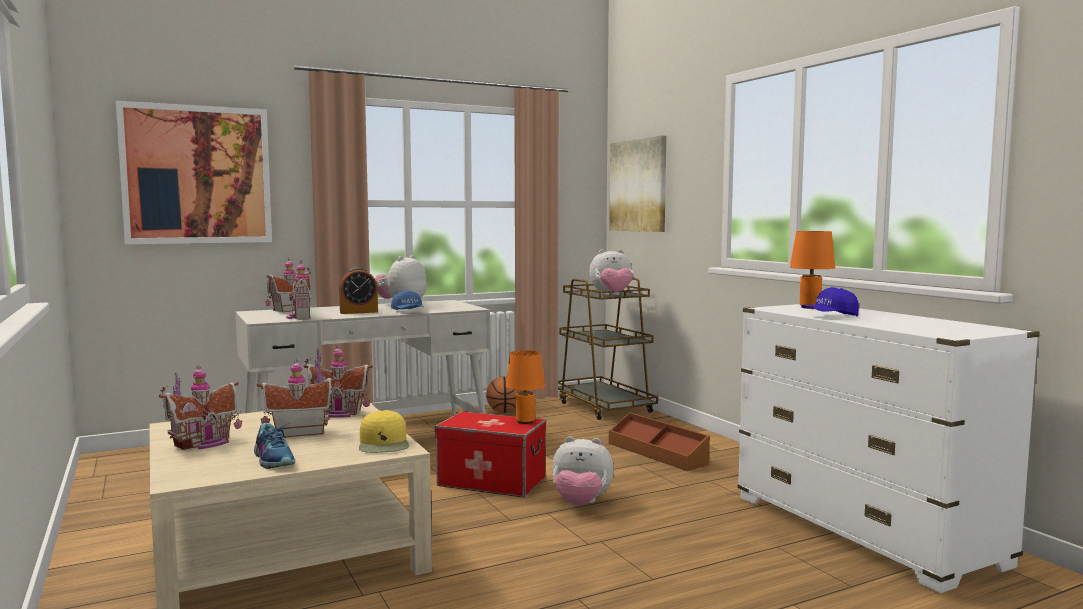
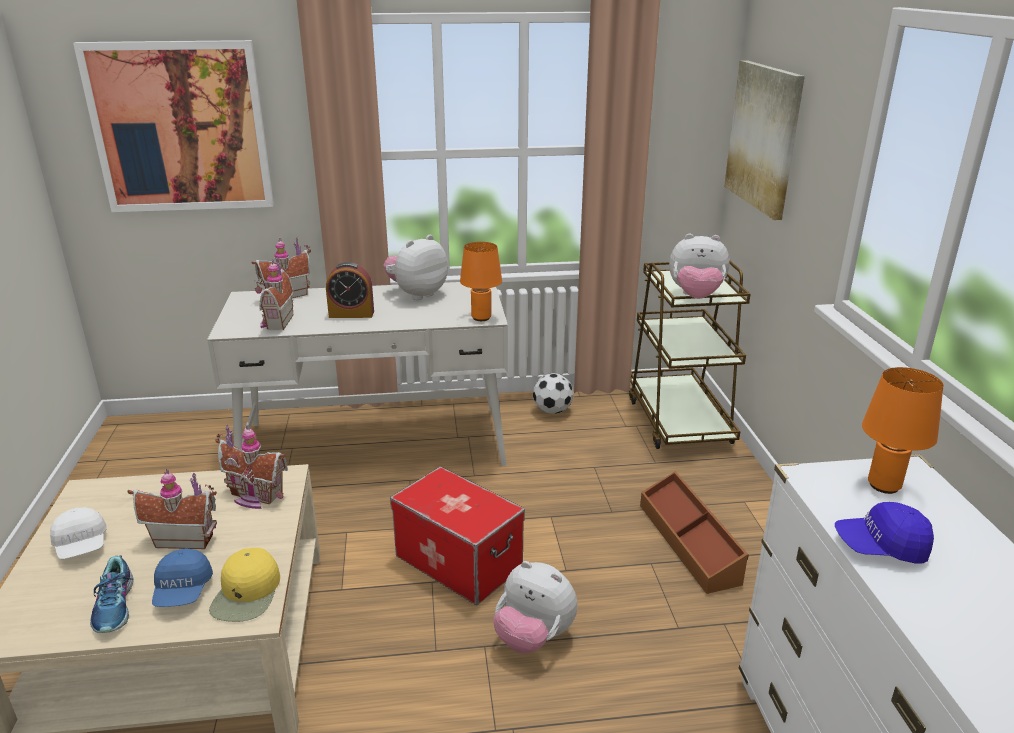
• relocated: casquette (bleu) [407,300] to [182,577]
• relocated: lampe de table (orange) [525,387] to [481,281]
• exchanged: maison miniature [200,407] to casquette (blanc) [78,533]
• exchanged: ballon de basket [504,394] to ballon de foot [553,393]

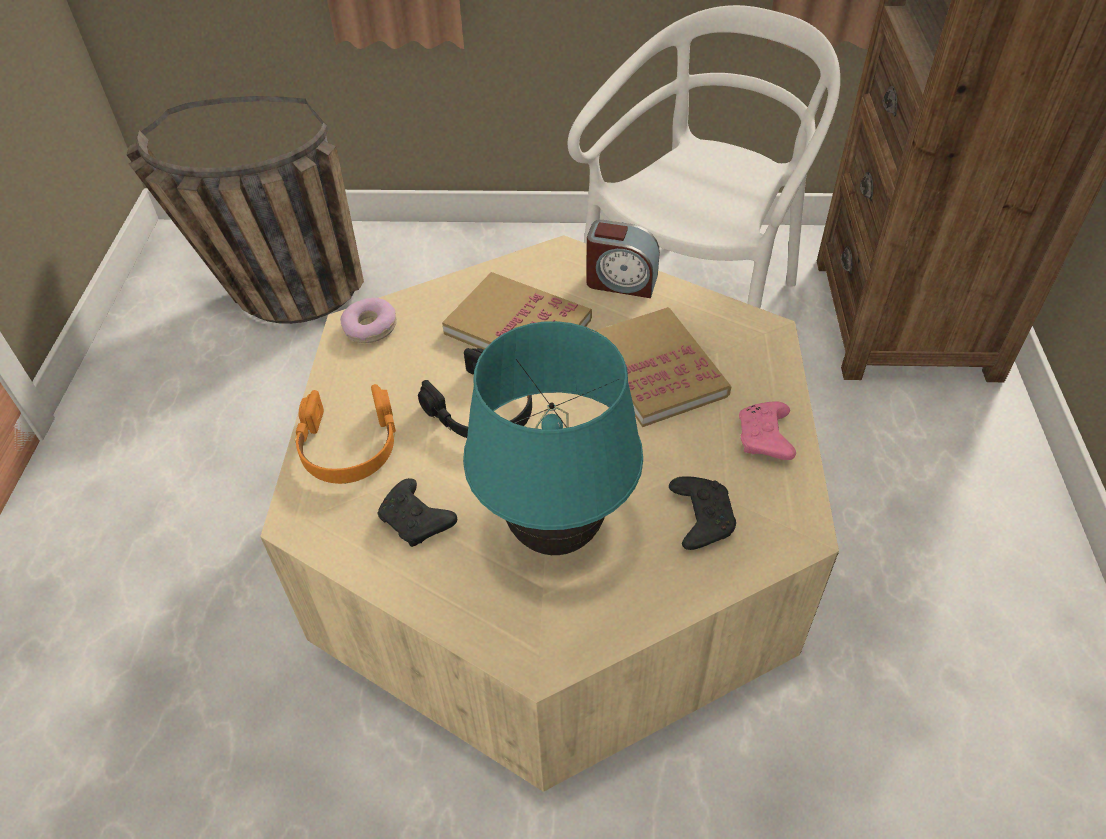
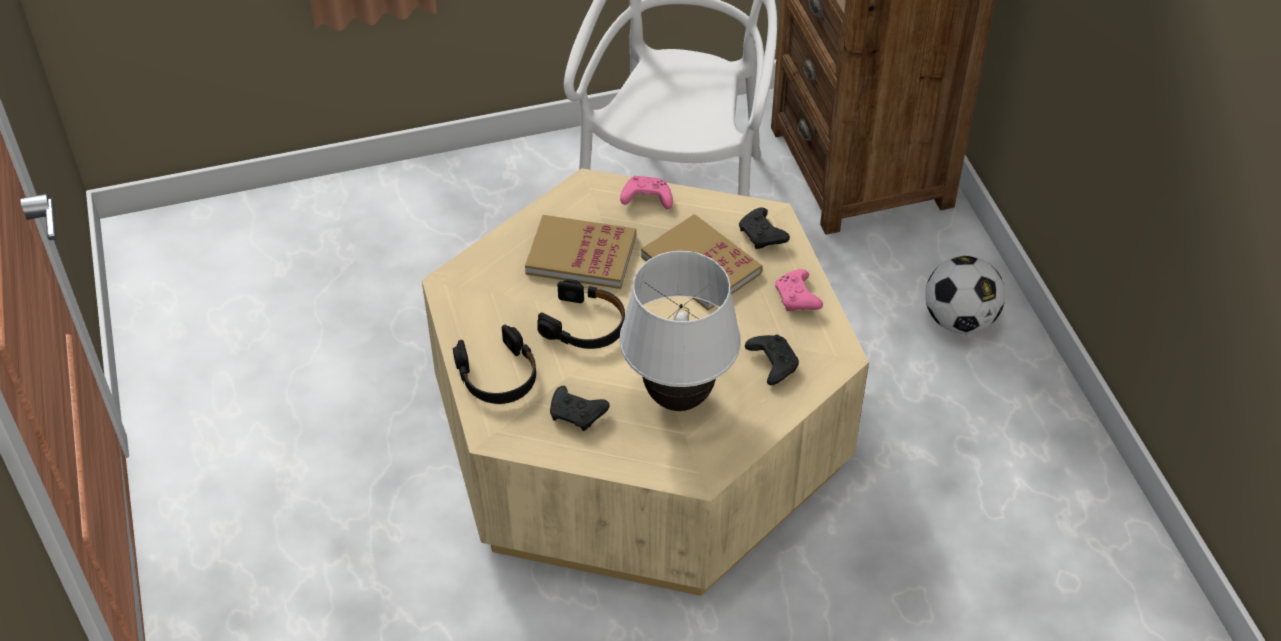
• missing: panier [245,210]
• exchanged: réveil [623,259] to manette (rose) [646,192]
• missing: beignet [368,320]
• colour: lampe de table (turquoise) [553,438] to lampe de table (blanc) [680,331]
• colour: casque audio (orange) [345,434] to casque audio (noir) [494,364]
• appeared: manette (noir) [764,228]
• appeared: ballon de foot [965,295]

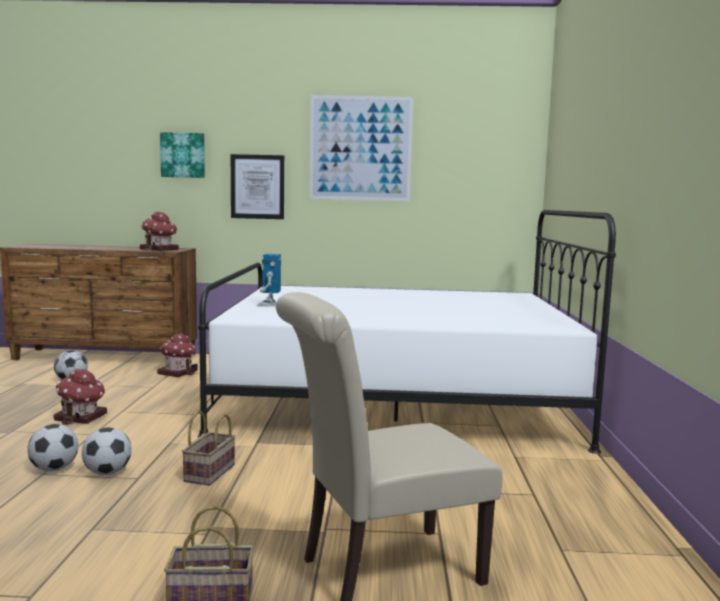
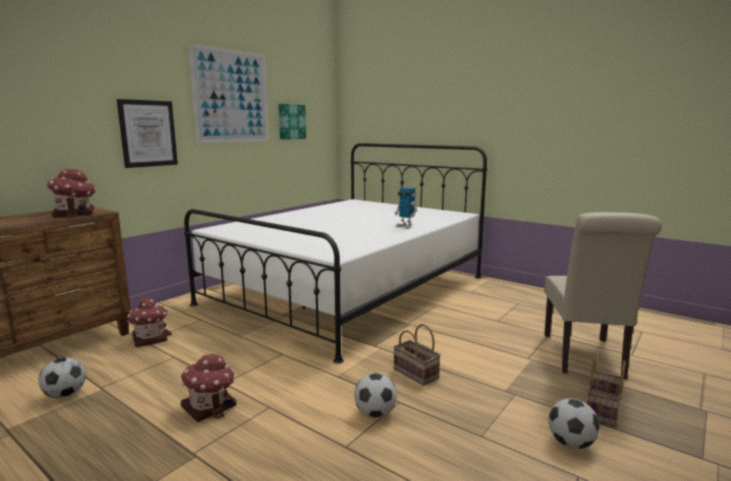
• relocated: tableau [182,155] to [292,121]
• relocated: robot jouet [269,280] to [406,208]
• relocated: ballon de foot [52,447] to [574,423]

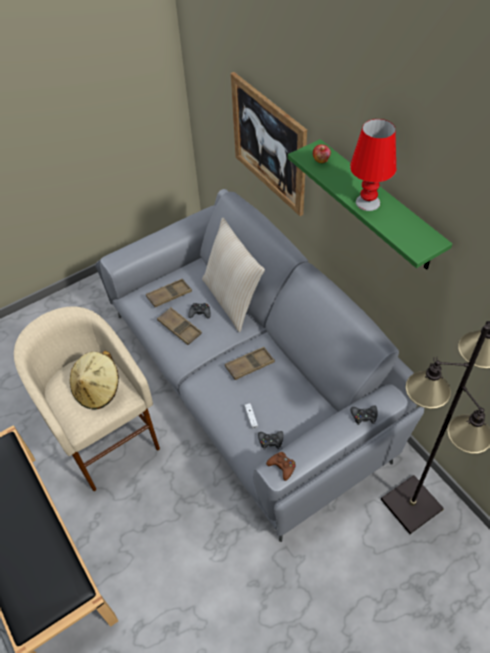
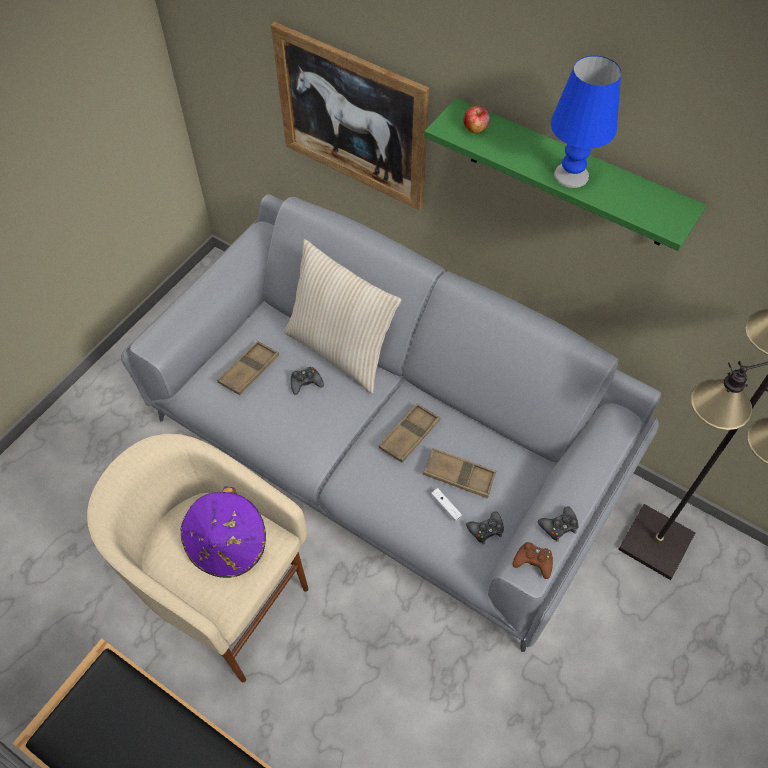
• colour: lampe de table (rouge) [373,165] to lampe de table (bleu) [586,122]
• relocated: plateau (marron) [179,326] to [459,473]
• colour: chapeau (beige) [94,380] to chapeau (violet) [223,532]
• relocated: manette (noir) [364,415] to [558,524]

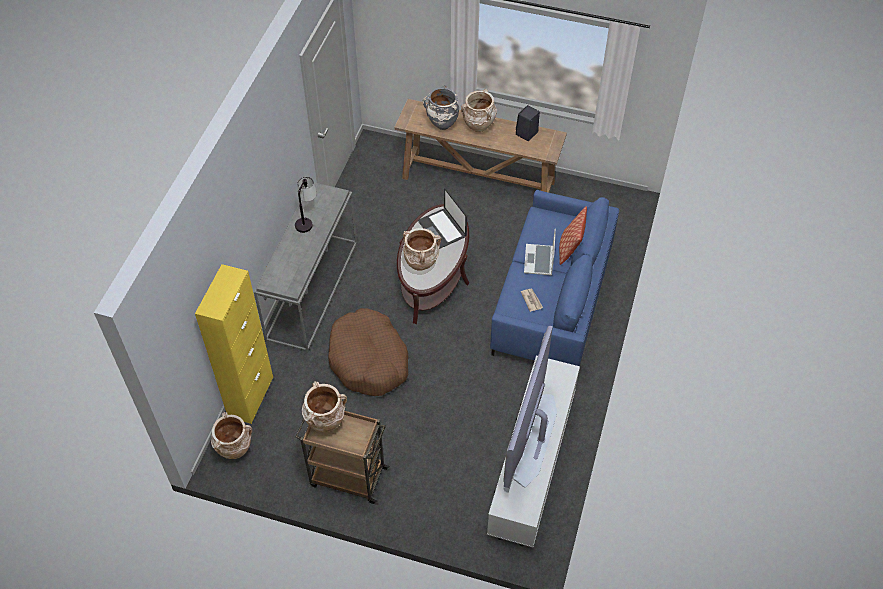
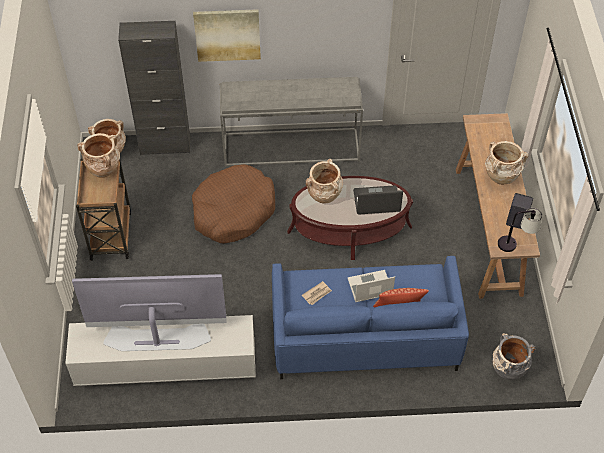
• relocated: vase (gris) [441,107] to [514,356]
• relocated: lampe de table [306,205] to [520,230]
• spun: ordinateur portable [442,218] = [378,200] 45 degrees clockwise
• colour: meuble de rangement (jaune) [234,344] to meuble de rangement (noir) [154,88]
• appeared: tableau [227,35]

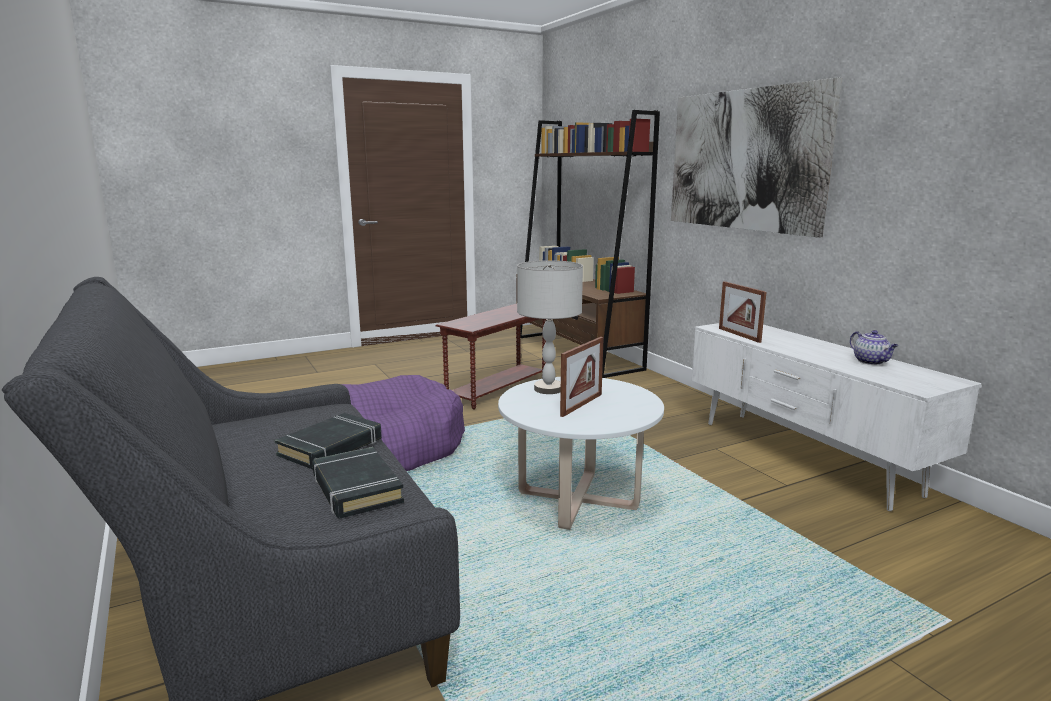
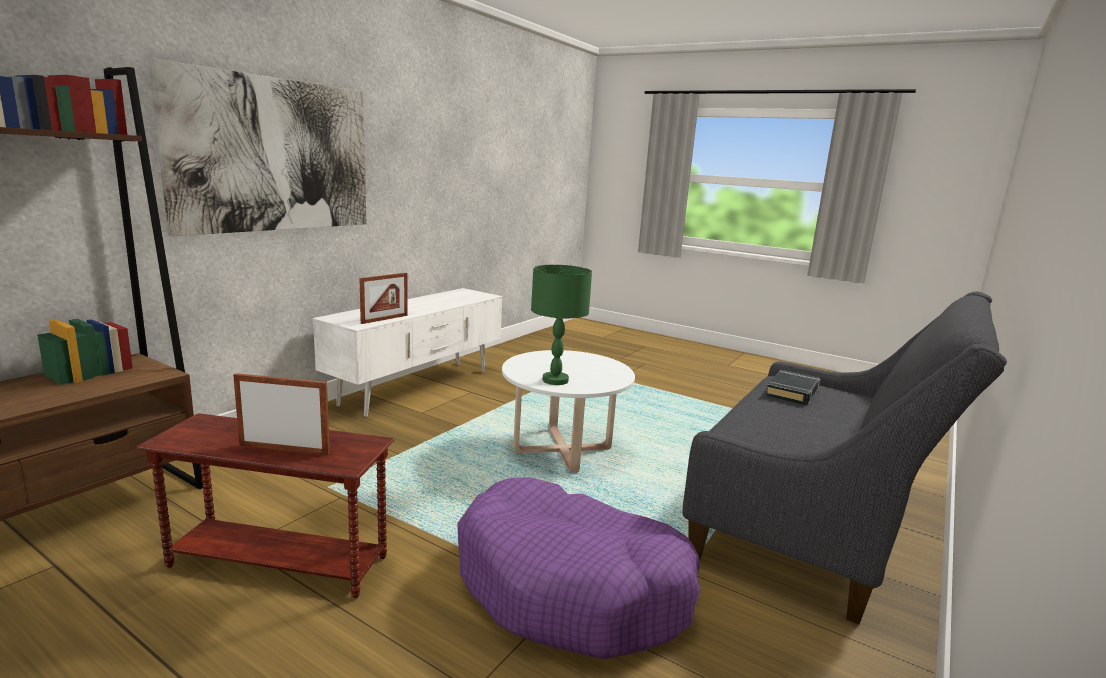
• colour: lampe de table (gris) [550,327] to lampe de table (vert) [561,325]
• missing: théière [874,347]
• relocated: cadre photo [582,377] to [281,414]
• missing: livre (noir) [328,441]

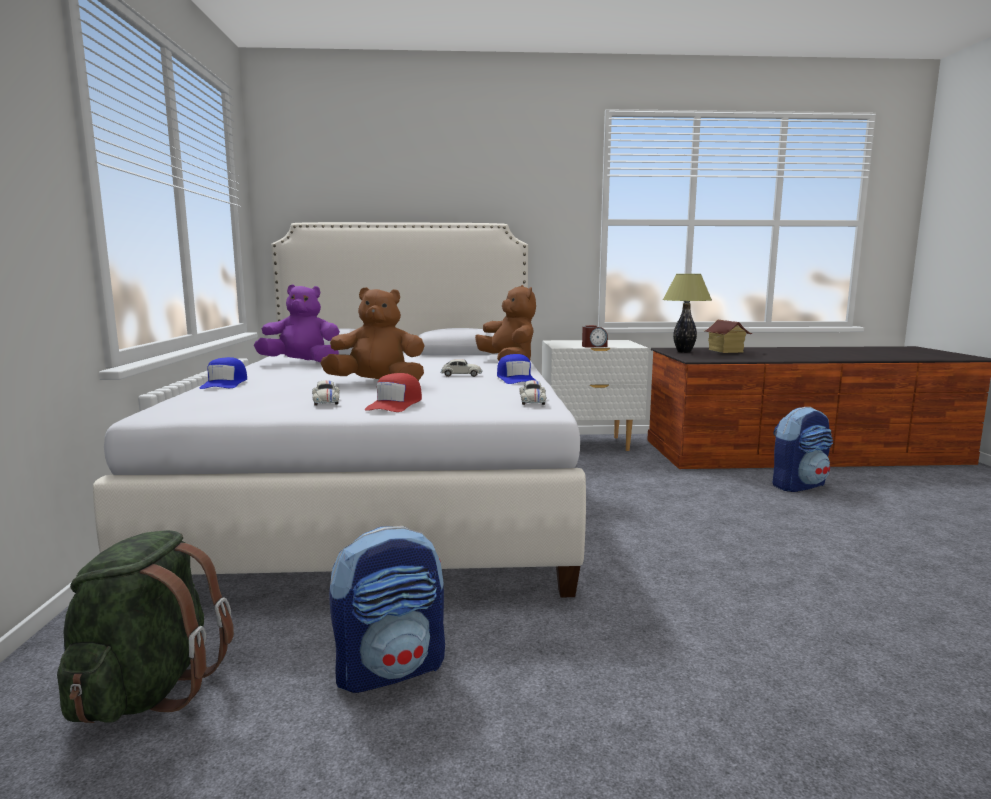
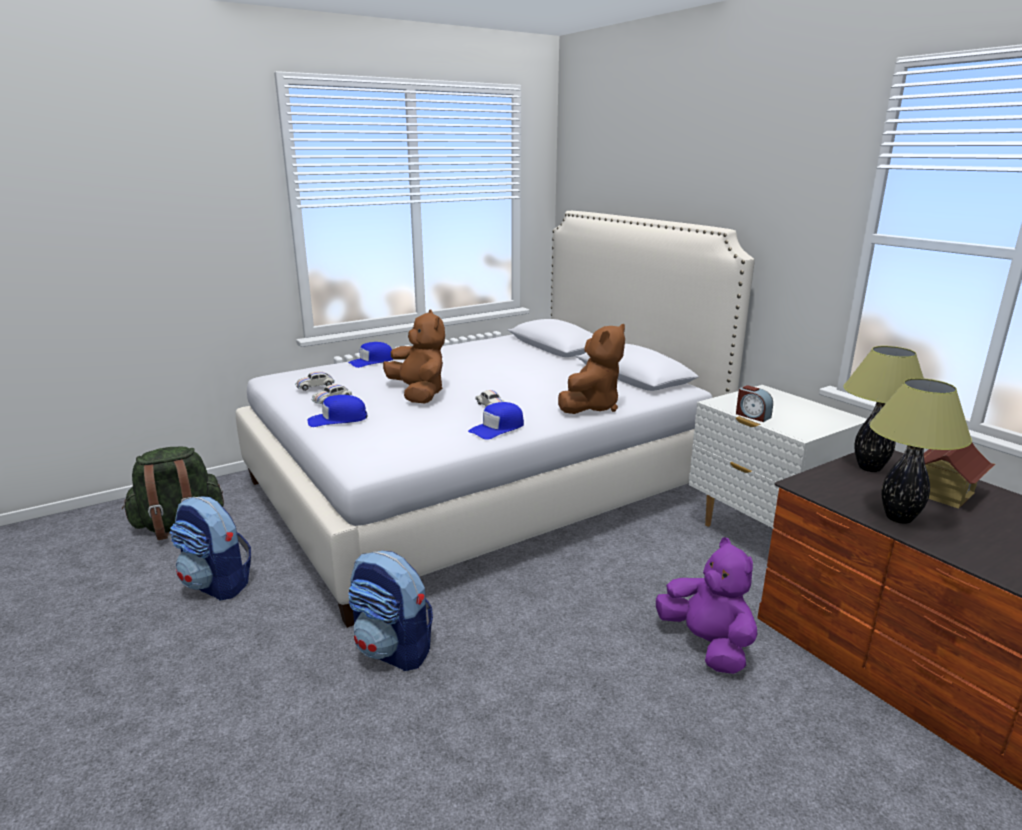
• relocated: peluche (violet) [297,323] to [706,605]
• colour: casquette (rouge) [393,392] to casquette (bleu) [338,411]
• relocated: petite voiture (blanc) [533,392] to [315,381]
• relocated: sac à dos [803,449] to [390,611]
• appeared: lampe de table [920,451]

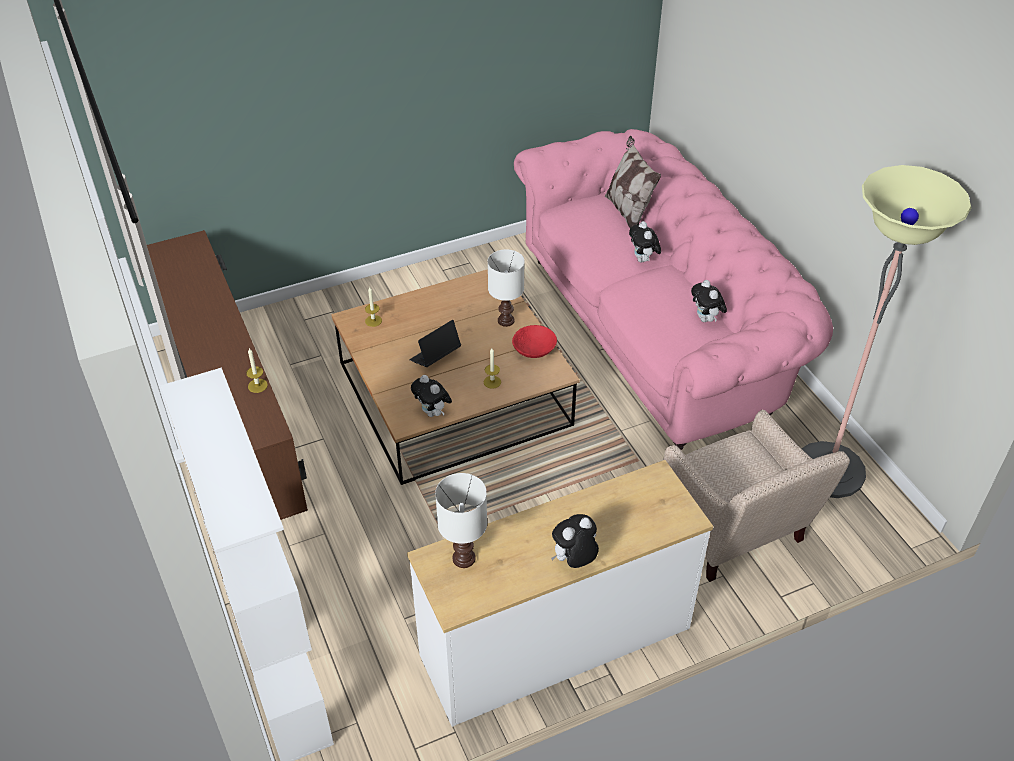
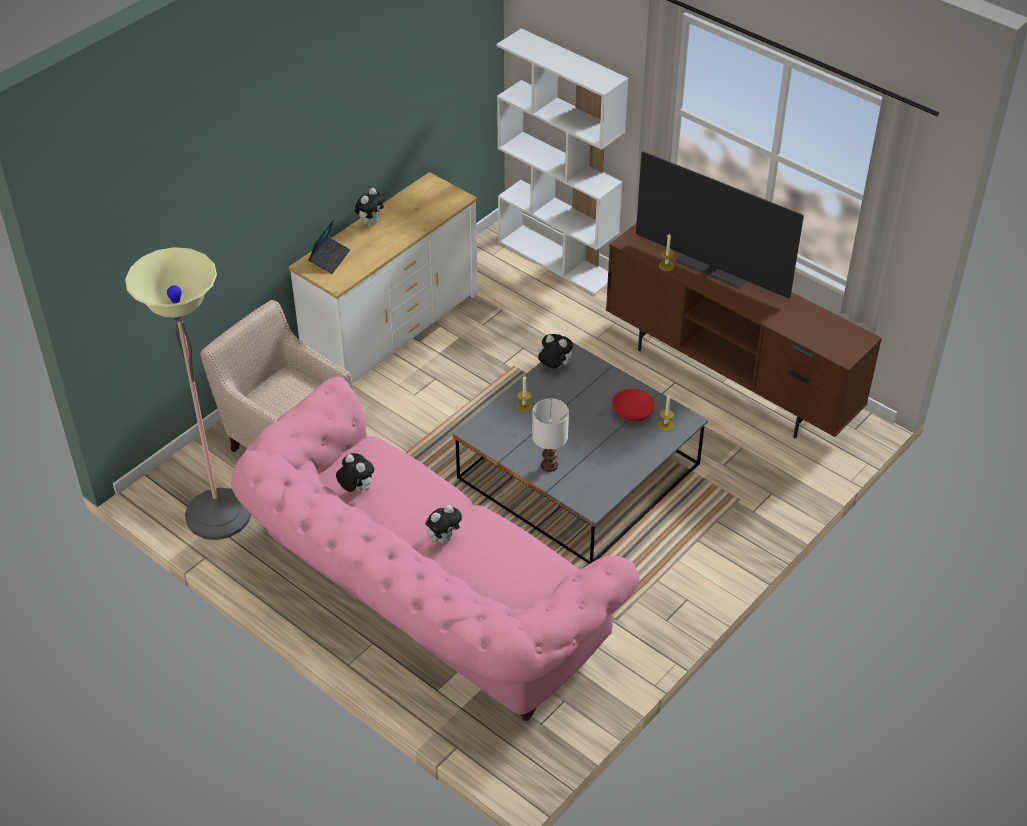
• missing: coussin [633,182]
• spun: peluche [645,241] = [444,524] 90 degrees clockwise
• colour: table basse (marron) [455,377] to table basse (gris) [580,453]
• relocated: ordinateur portable [435,343] to [329,246]
• relocated: bol (rouge) [534,341] to [633,405]
• missing: lampe de table (blanc) [461,520]
• appeared: téléviseur [720,224]

